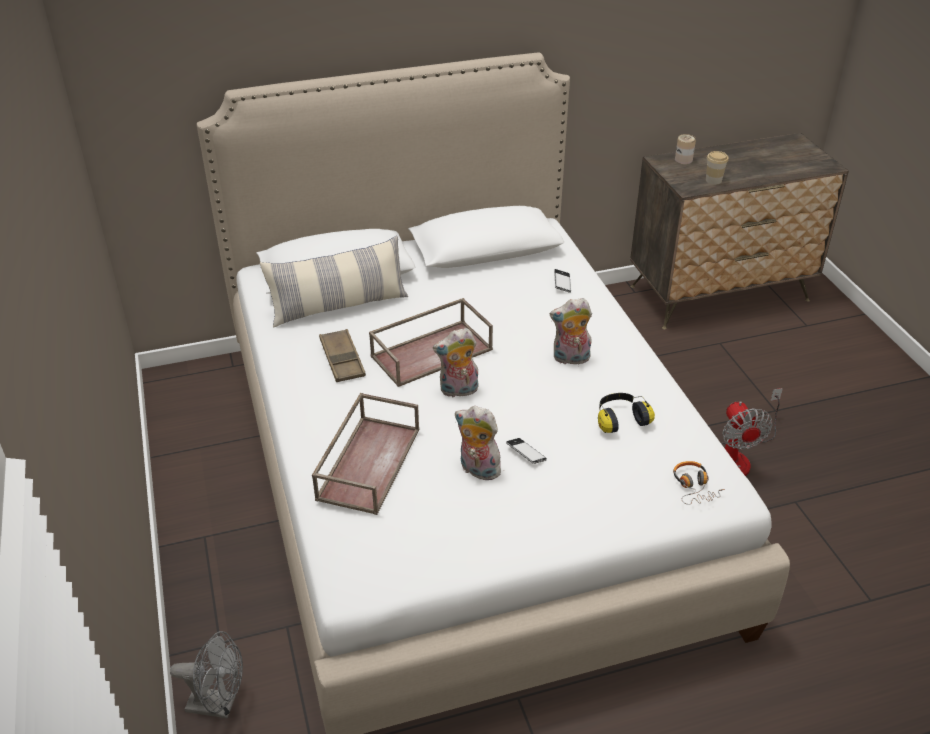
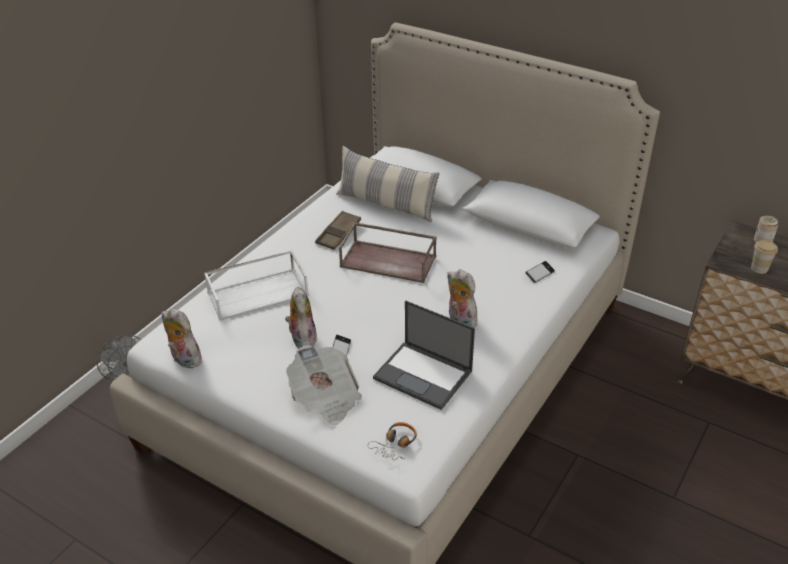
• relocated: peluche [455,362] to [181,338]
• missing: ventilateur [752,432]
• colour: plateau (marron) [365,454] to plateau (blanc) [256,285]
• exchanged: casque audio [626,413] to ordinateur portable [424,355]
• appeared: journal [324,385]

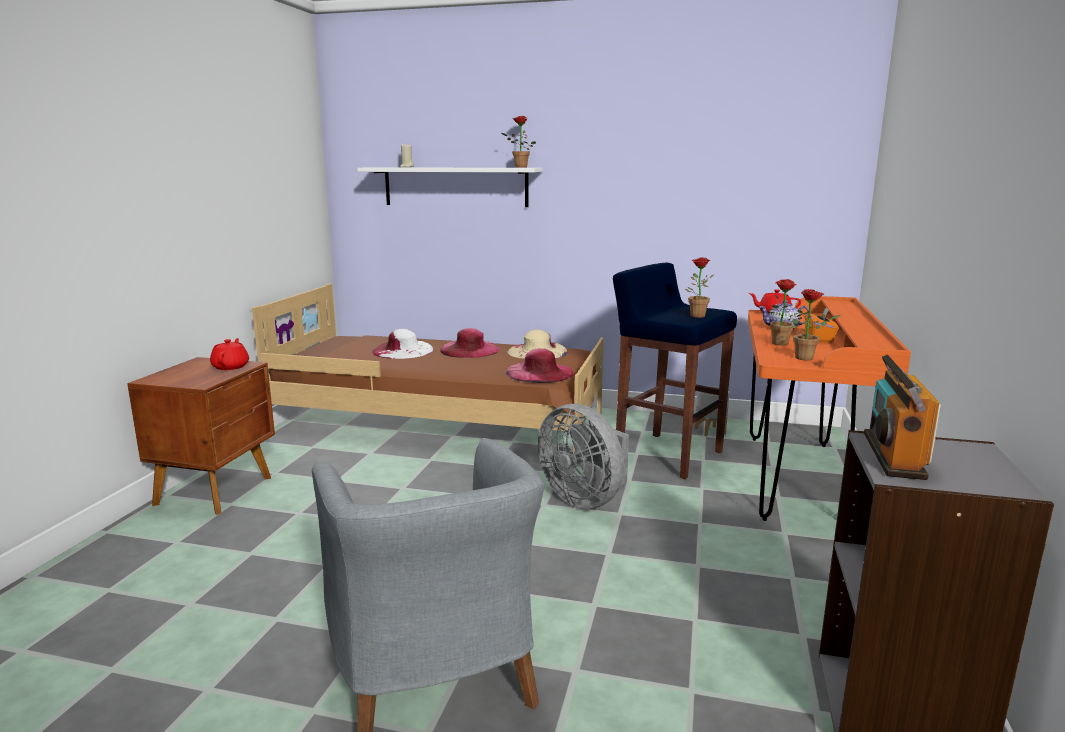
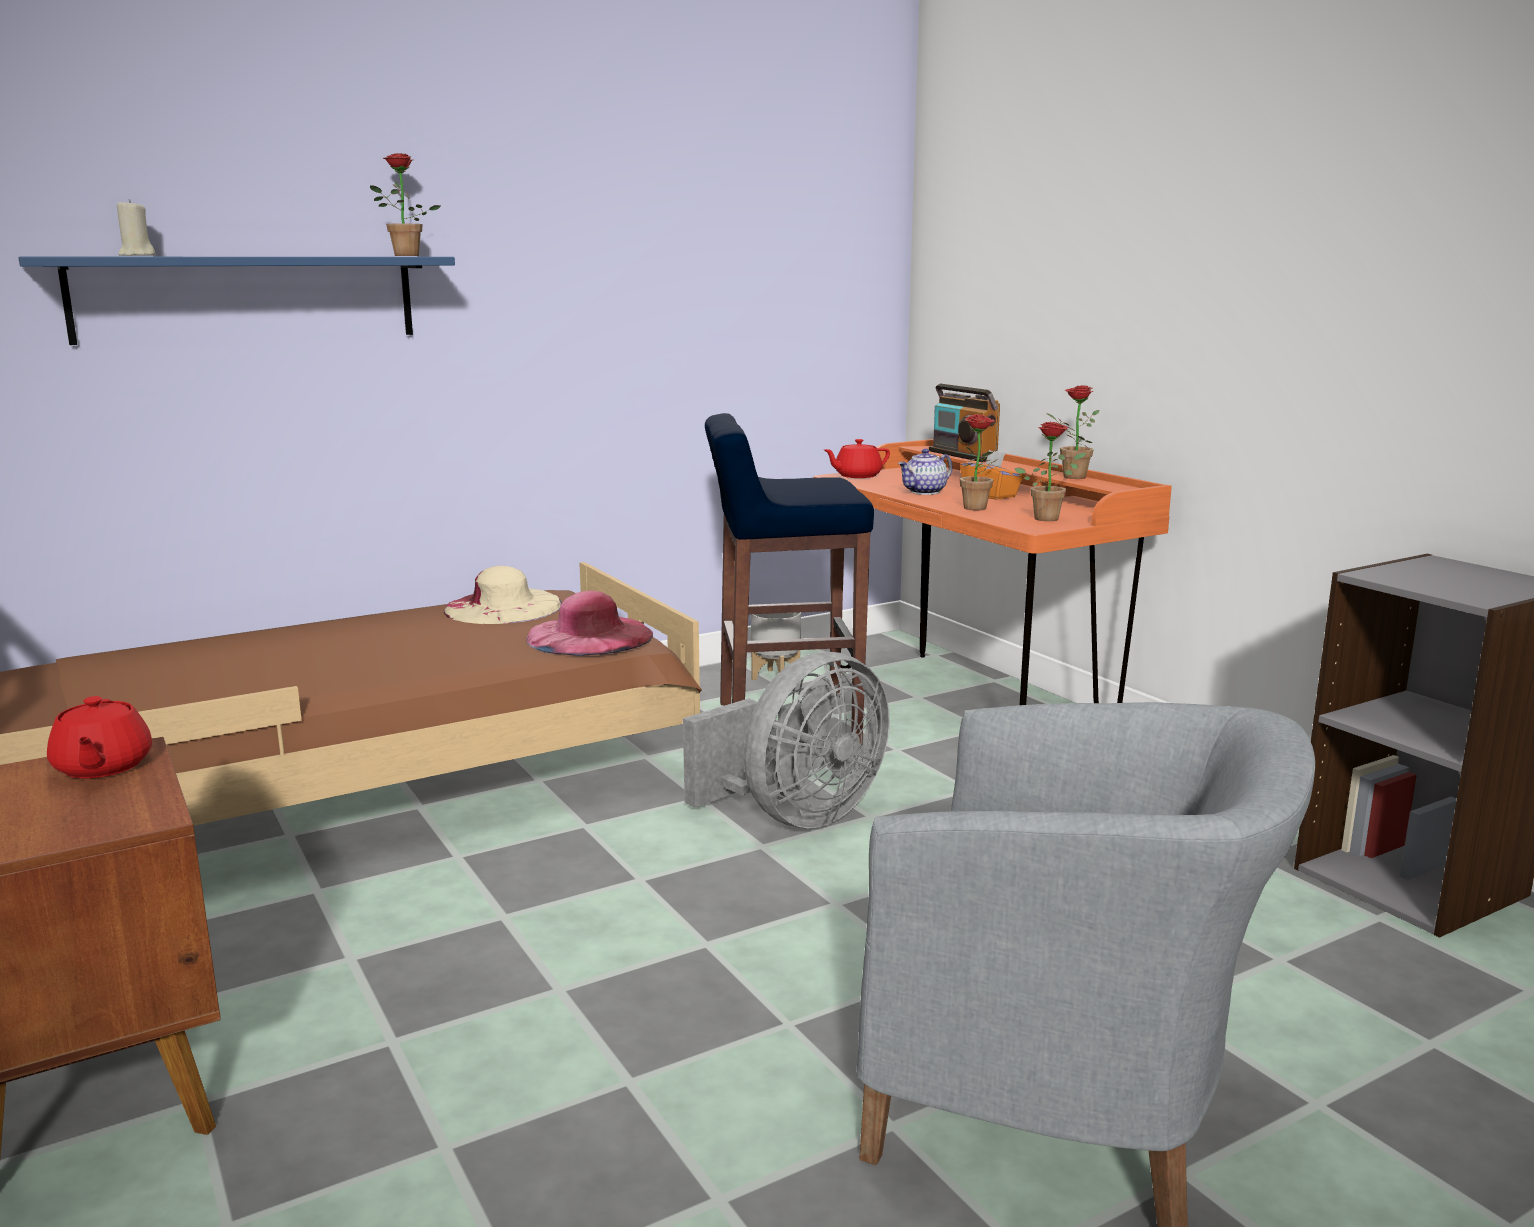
• colour: étagère (blanc) [449,187] to étagère (bleu) [236,301]
• relocated: plante en pot [699,288] to [1073,432]
• missing: chapeau (rose) [470,343]
• missing: chapeau (blanc) [402,344]
• spun: théière (rouge) [229,354] = [99,737] 150 degrees counterclockwise
• relocated: radio [902,417] to [964,422]
• spun: ventilateur (gris) [583,456] = [786,739] 45 degrees counterclockwise

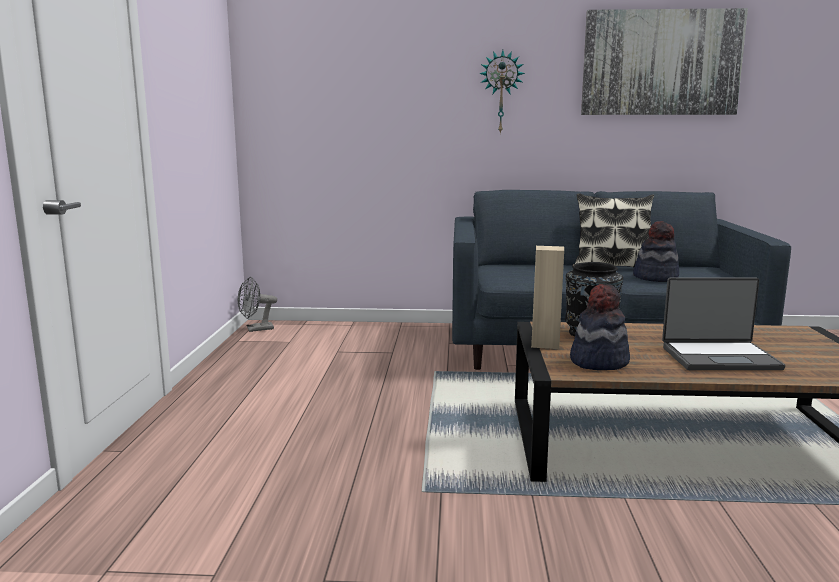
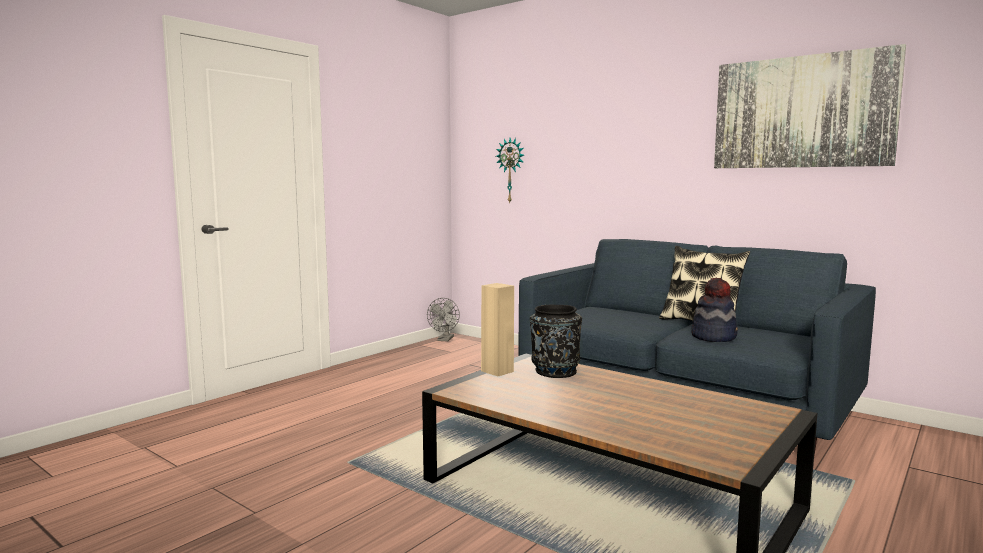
• relocated: horloge murale [502,92] to [510,171]
• spun: ventilateur (gris) [257,304] = [443,320] 90 degrees counterclockwise
• missing: ordinateur portable [723,323]
• missing: chapeau [600,327]

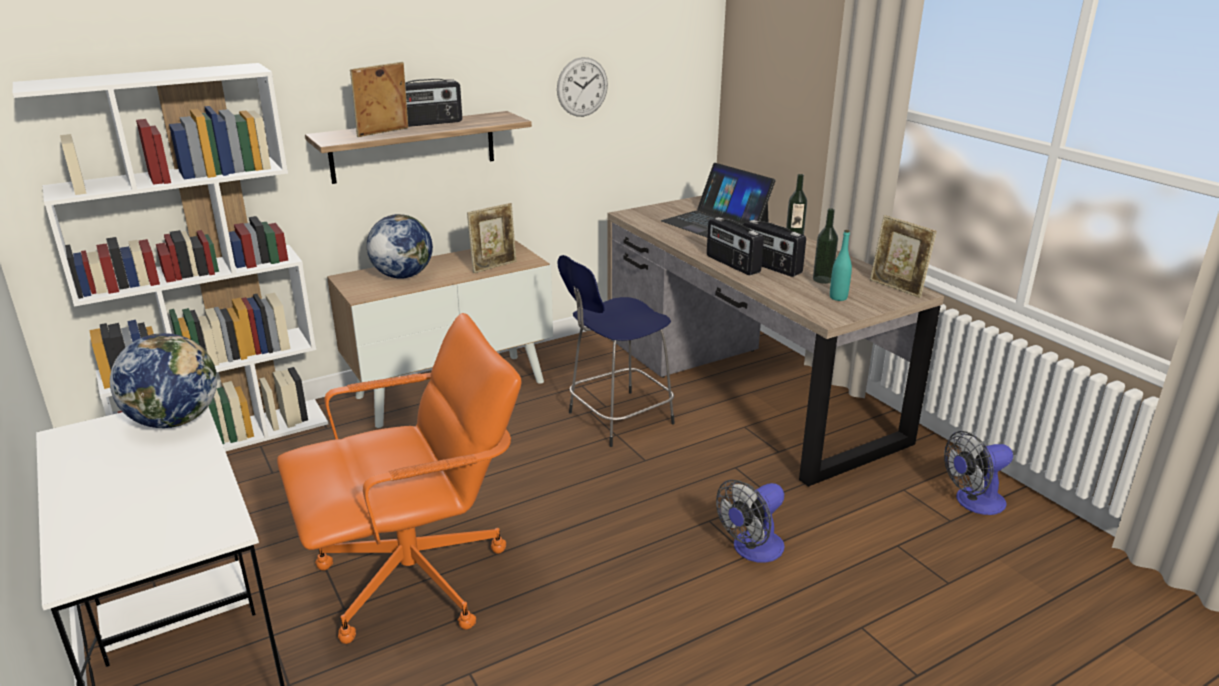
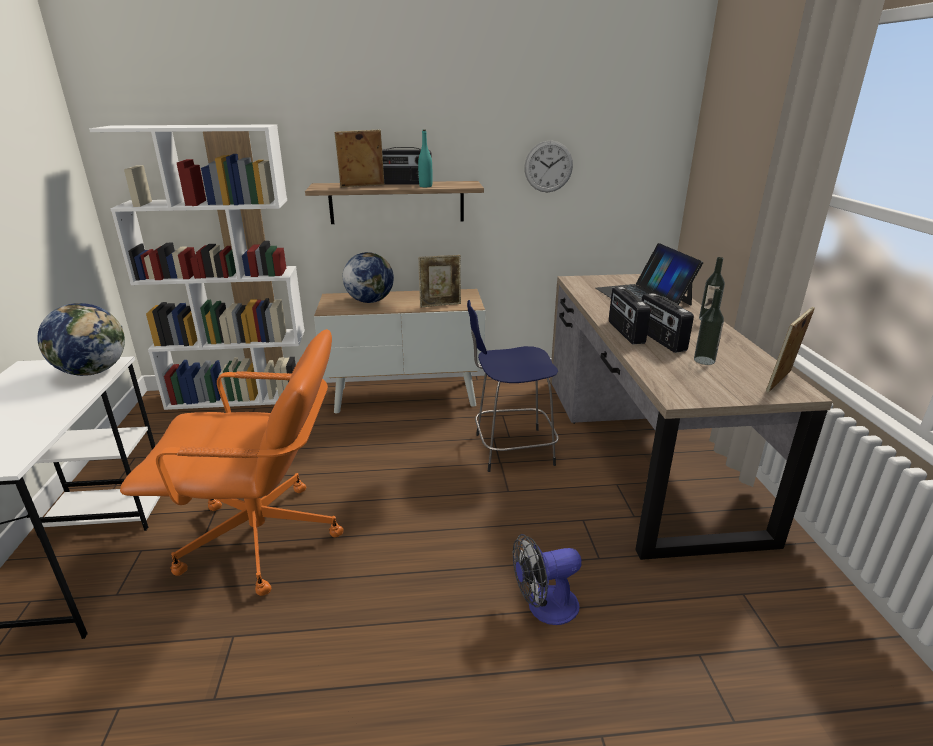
• spun: cadre photo [903,256] = [790,350] 60 degrees clockwise
• relocated: bouteille (turquoise) [841,265] to [425,158]
• missing: ventilateur [978,473]

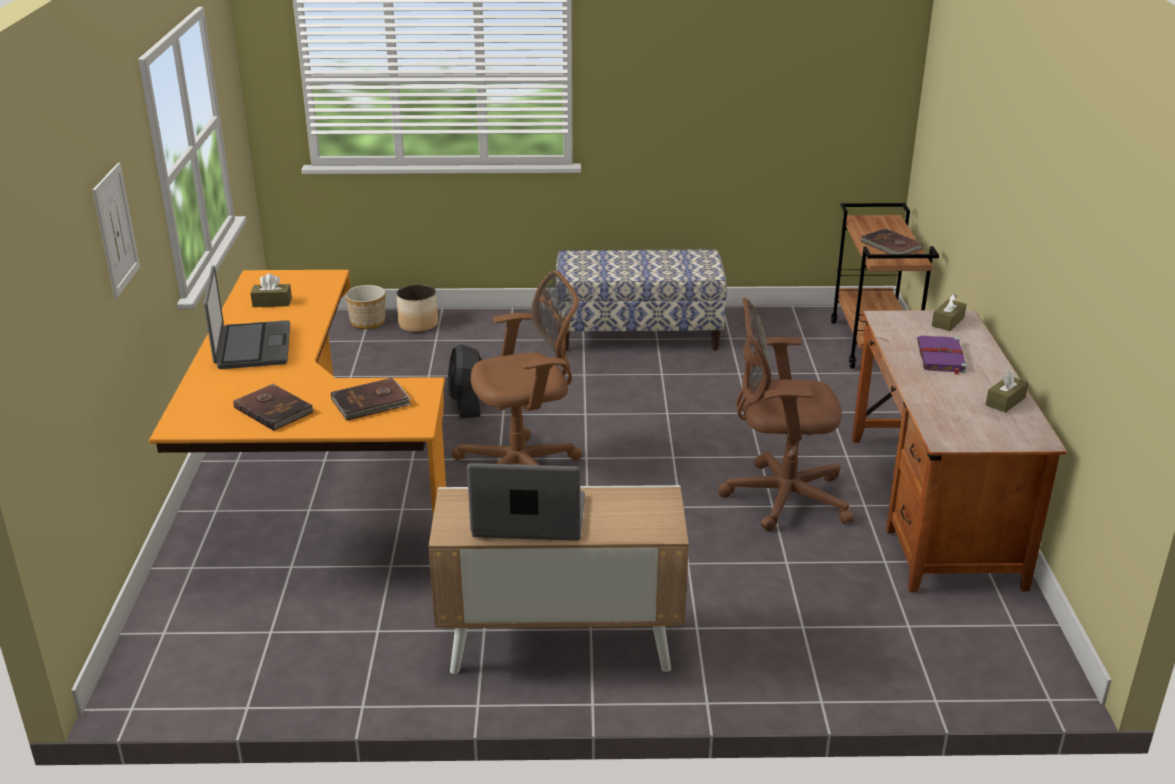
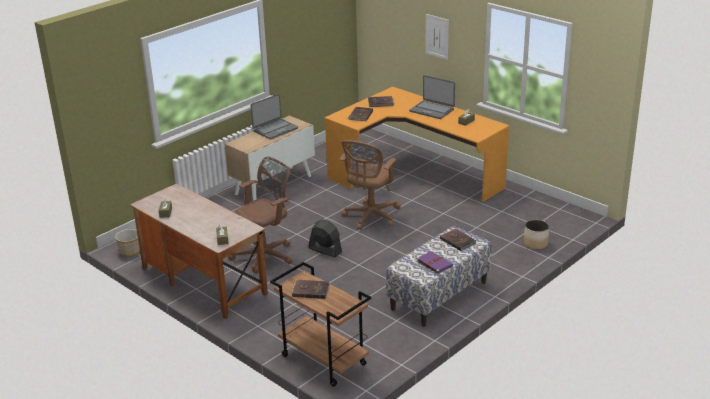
• relocated: cache-pot [365,307] to [127,243]
• relocated: livre (violet) [942,355] to [434,262]
• relocated: ventilateur (noir) [465,381] to [325,238]
• appeared: livre (marron) [458,239]

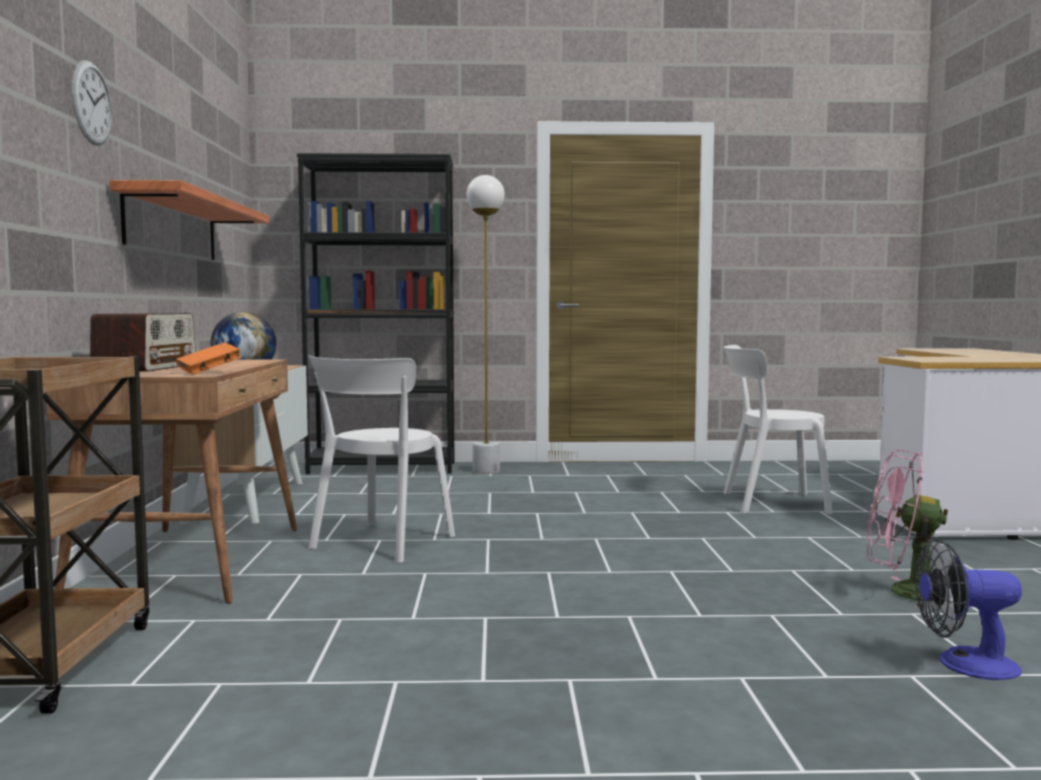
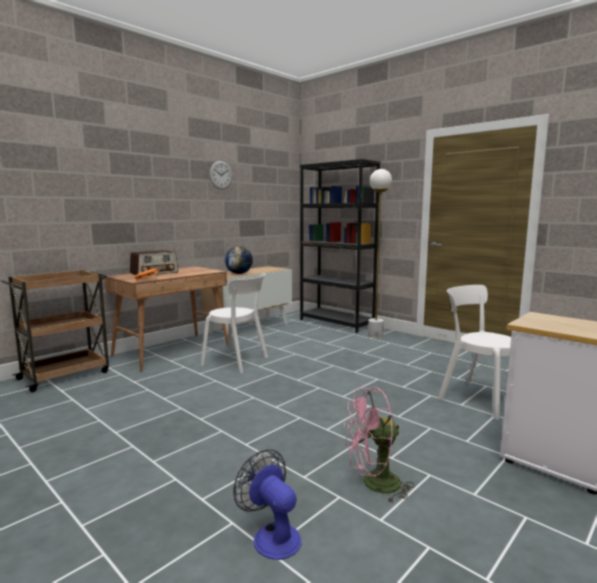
• relocated: horloge murale [92,103] to [220,175]
• missing: étagère [189,220]
• spun: chaise (blanc) [381,458] = [234,322] 135 degrees counterclockwise
• spun: ventilateur (rose) [907,529] = [379,445] 75 degrees counterclockwise

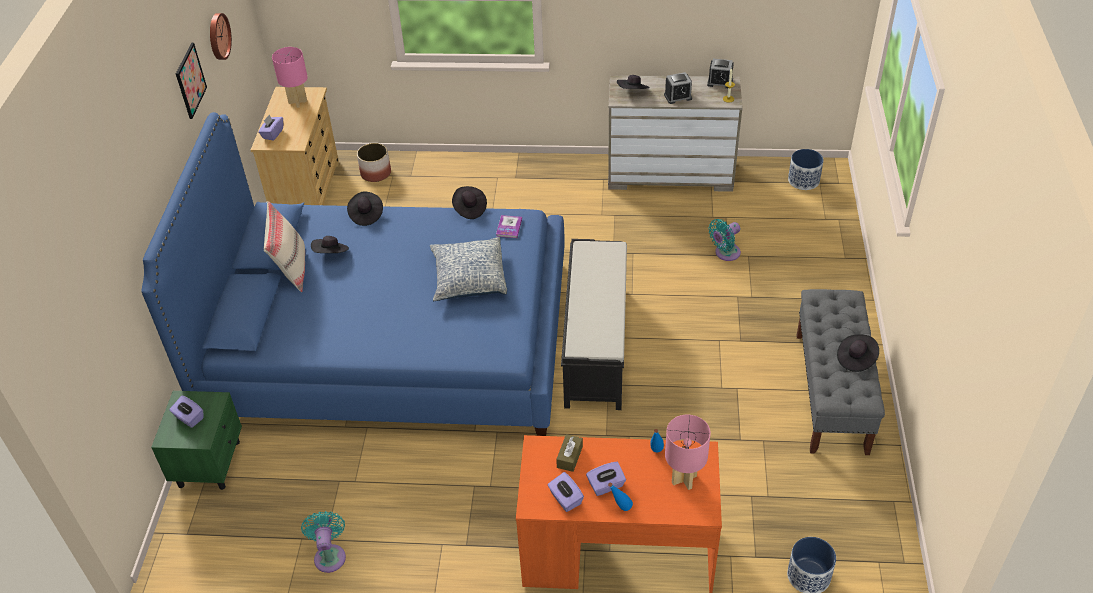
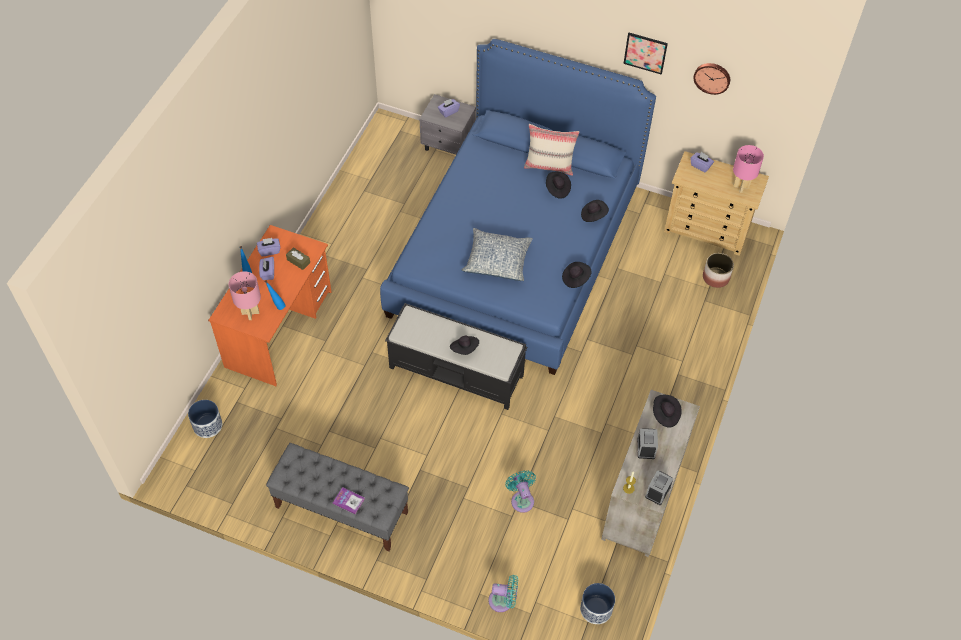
• relocated: livre [509,226] to [349,500]
• relocated: chapeau (noir) [858,353] to [464,345]
• colour: table de chevet (vert) [196,440] to table de chevet (gris) [447,124]
• relocated: ventilateur (turquoise) [323,542] to [503,593]

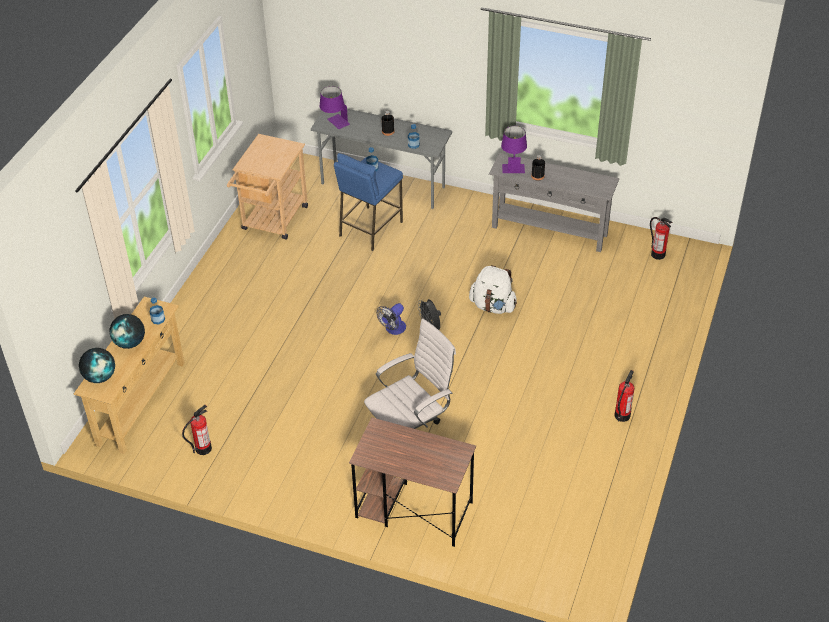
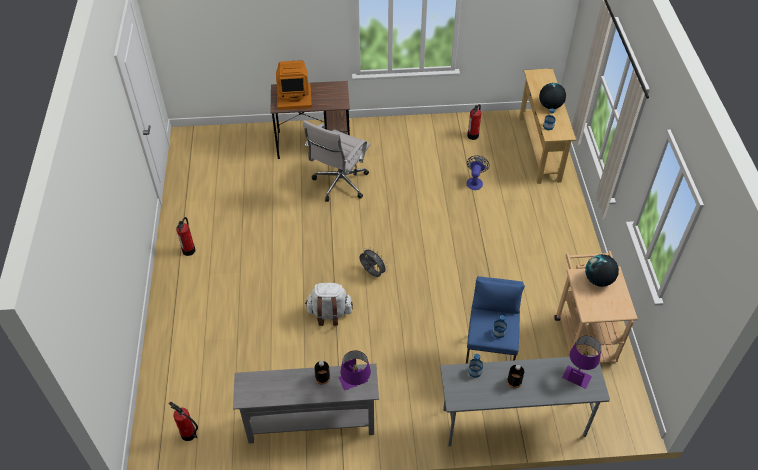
• relocated: ventilateur [391,319] to [477,172]
• relocated: globe [97,365] to [602,270]
• appeared: écran d'ordinateur [294,85]

